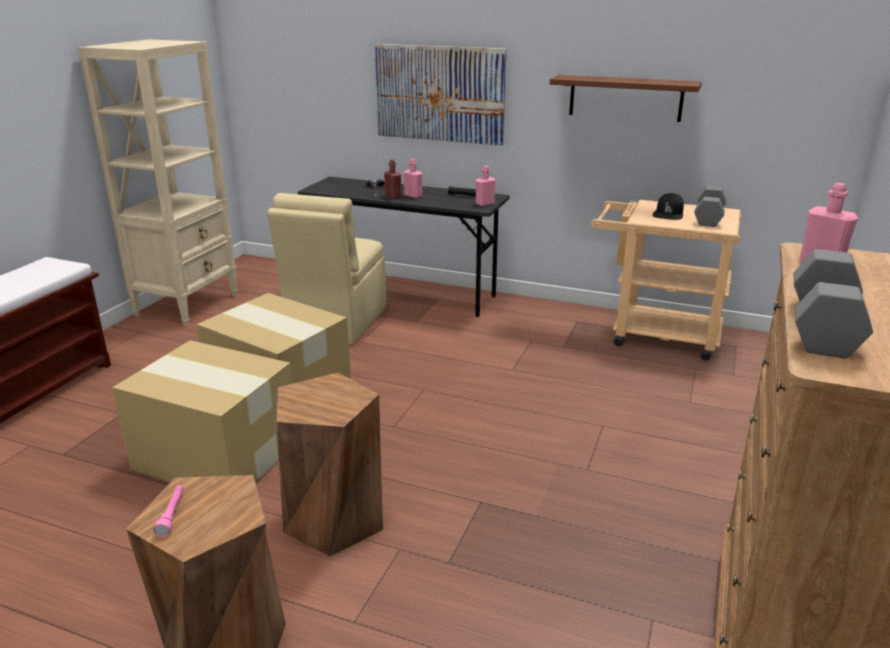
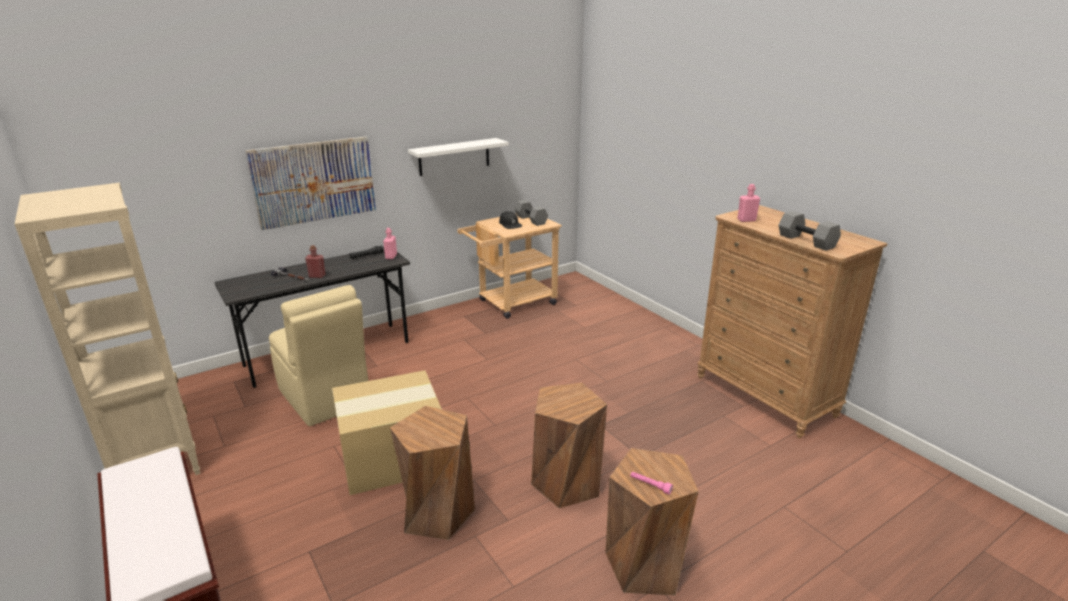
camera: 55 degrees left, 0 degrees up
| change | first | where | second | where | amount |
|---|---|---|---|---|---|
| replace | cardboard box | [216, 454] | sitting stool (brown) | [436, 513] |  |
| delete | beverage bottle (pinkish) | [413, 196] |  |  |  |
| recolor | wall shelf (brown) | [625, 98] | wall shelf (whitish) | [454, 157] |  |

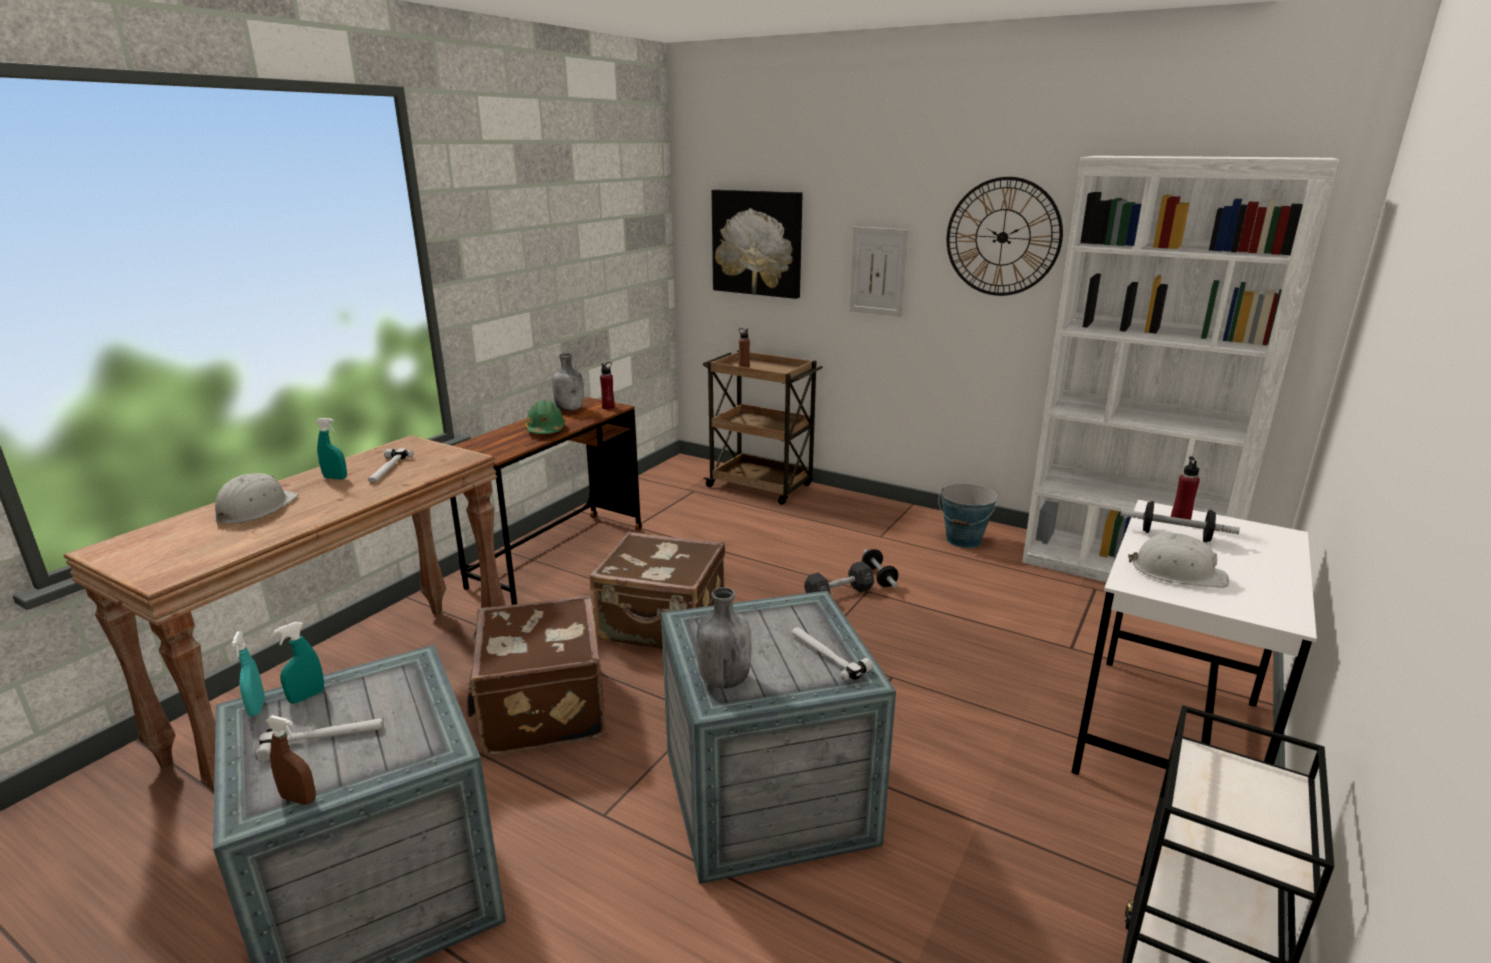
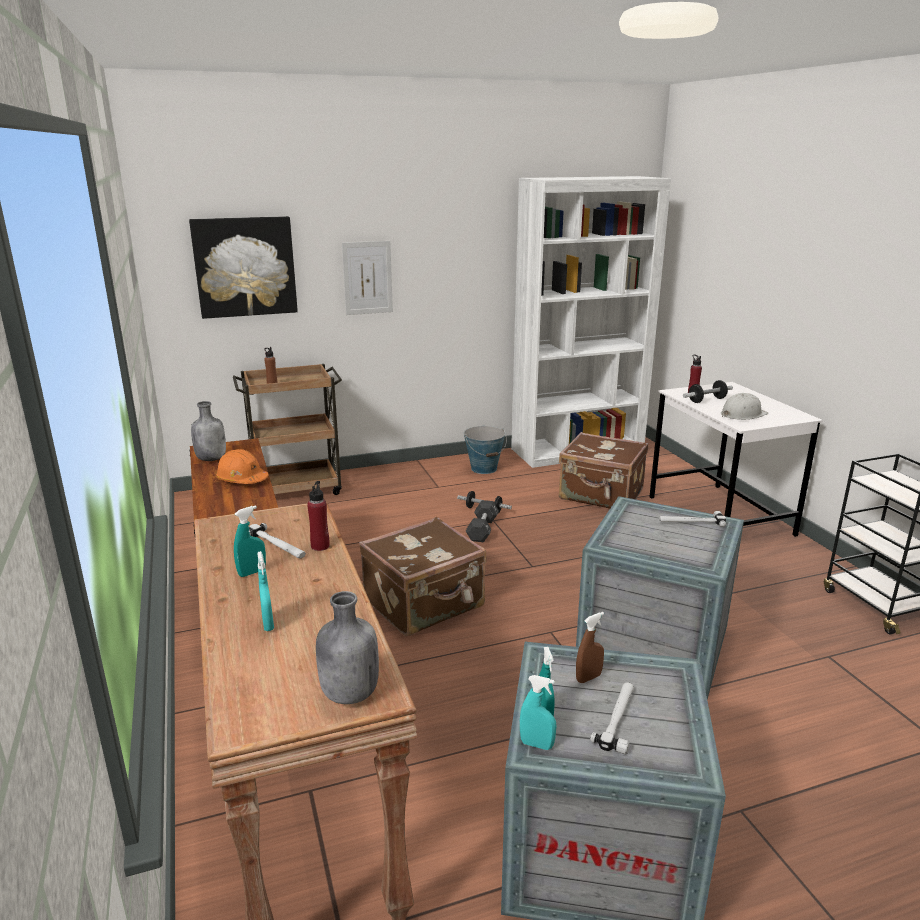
camera: 50 degrees left, 0 degrees up
| change | first | where | second | where | amount |
|---|---|---|---|---|---|
| replace | safety helmet (whitish) | [255, 509] | hand sprayer (turquoise-coloured) | [268, 624] |  |
| move | hand sprayer (brown) | [299, 799] |  | [588, 678] |  |
| move | piece of luggage (brown) | [541, 709] |  | [601, 495] |  |
| recolor | safety helmet (green-coloured) | [545, 430] | safety helmet (orangey) | [241, 479] |  |
| move | beverage bottle (reddish) | [608, 407] |  | [320, 546] |  |
| move | beverage bottle (greyish) | [723, 680] |  | [348, 694] |  |
| delete | hanging clock | [1002, 237] |  |  |  |

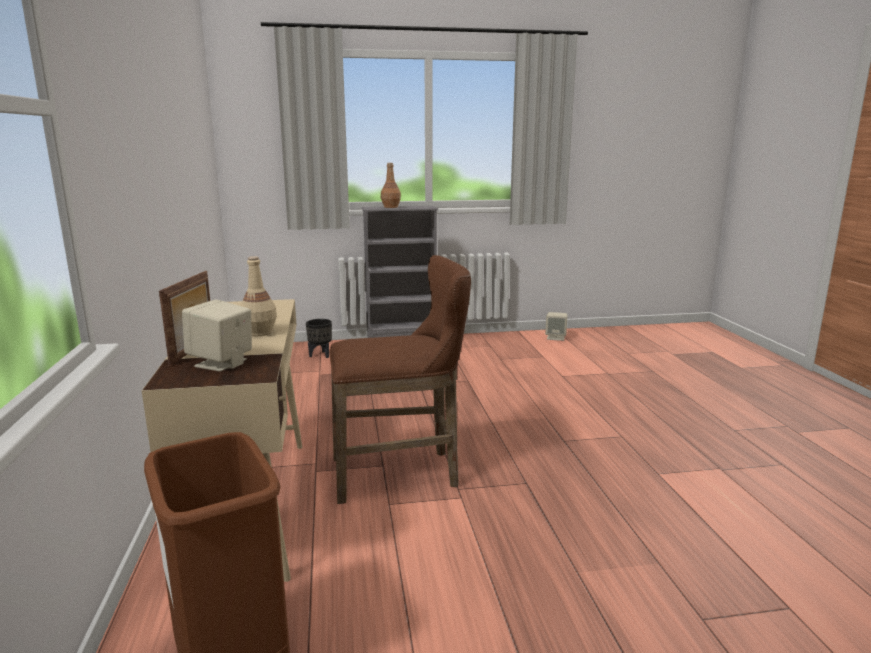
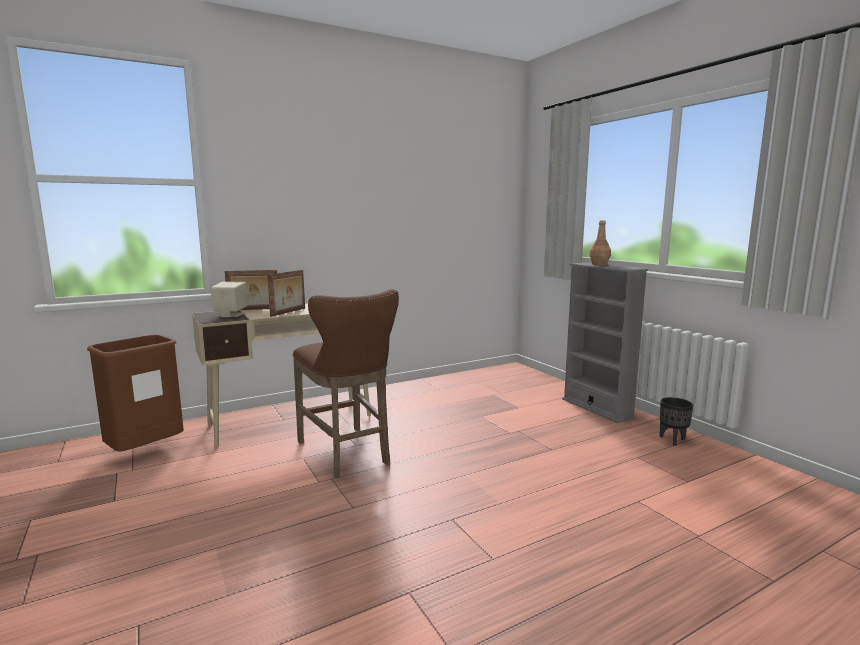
camera: 70 degrees right, 5 degrees down
| change | first | where | second | where | amount |
|---|---|---|---|---|---|
| replace | beverage bottle (beige) | [259, 332] | standing frame | [289, 312] |  |
| move | planter (blackish) | [320, 355] |  | [673, 440] |  |
| delete | speaker (beige) | [556, 337] |  |  |  |

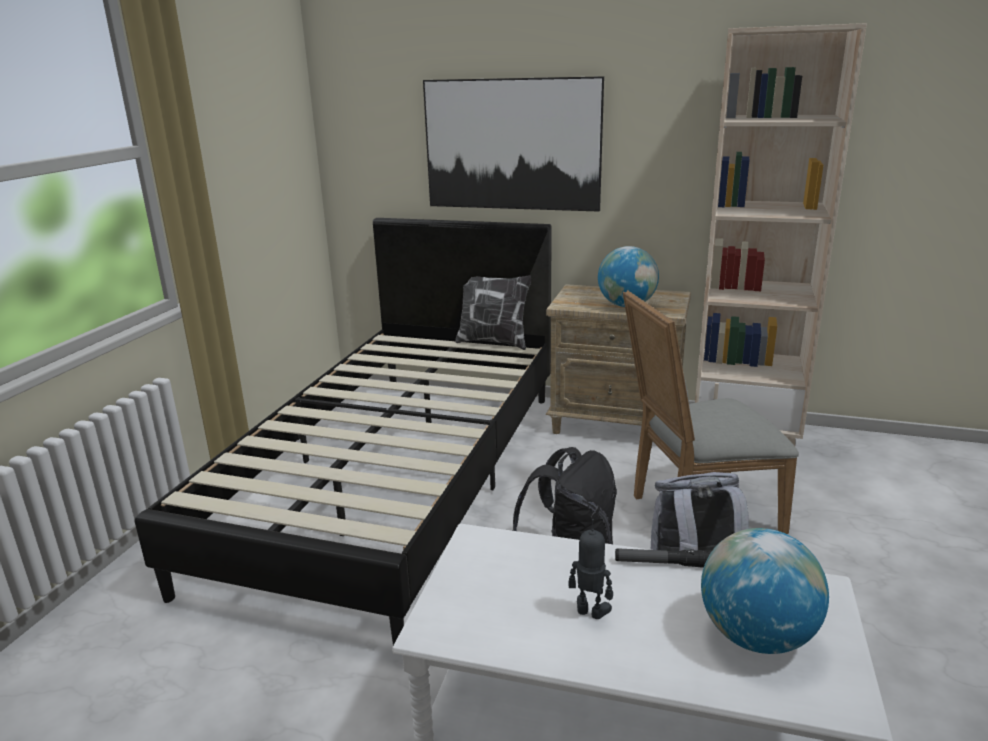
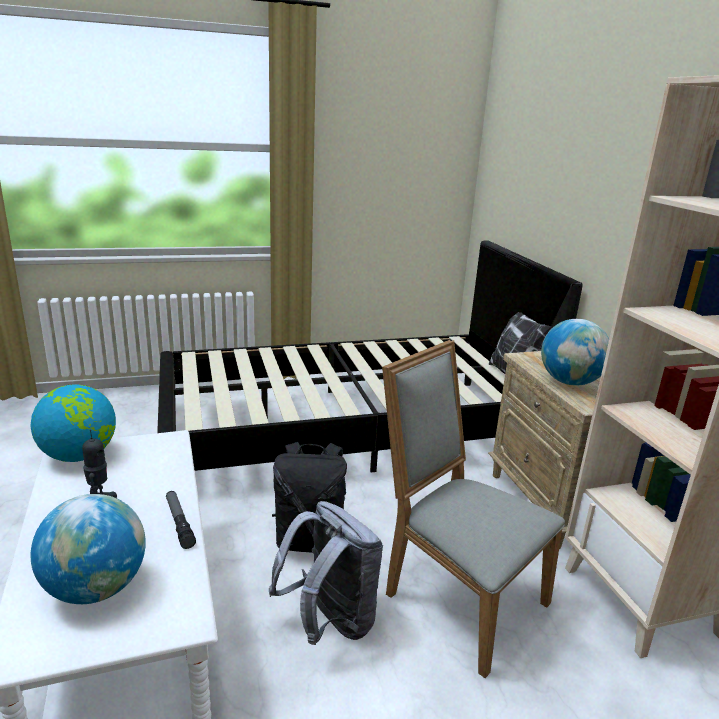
camera: 55 degrees right, 0 degrees up
| change | first | where | second | where | amount |
|---|---|---|---|---|---|
| delete | wall picture | [512, 145] |  |  |  |
| insert |  |  | world globe | [79, 455] |  |

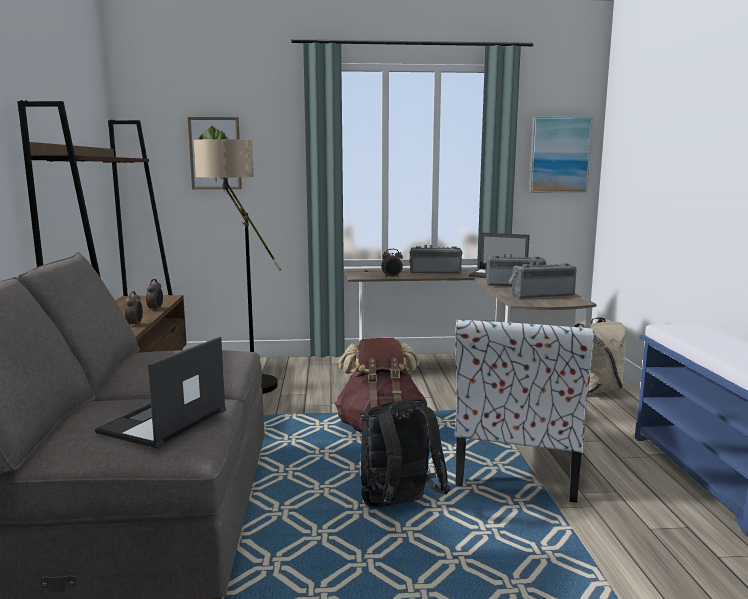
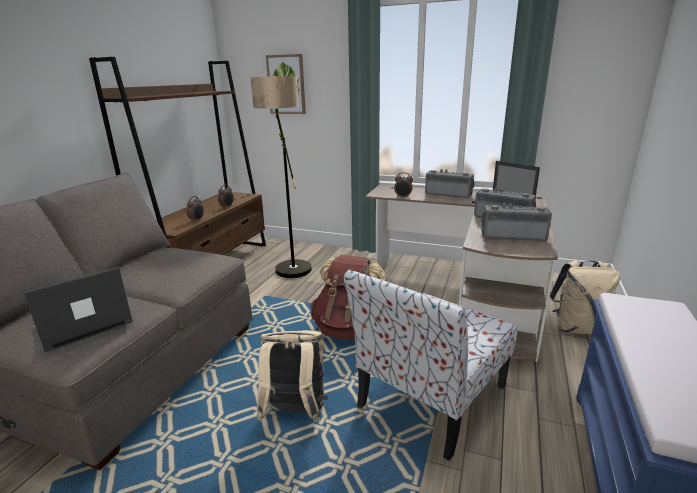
camera: 25 degrees right, 10 degrees up
| change | first | where | second | where | amount |
|---|---|---|---|---|---|
| recolor | rucksack (blackish) | [398, 506] | rucksack (beige) | [295, 413] |  |
| delete | wall picture | [559, 155] |  |  |  |

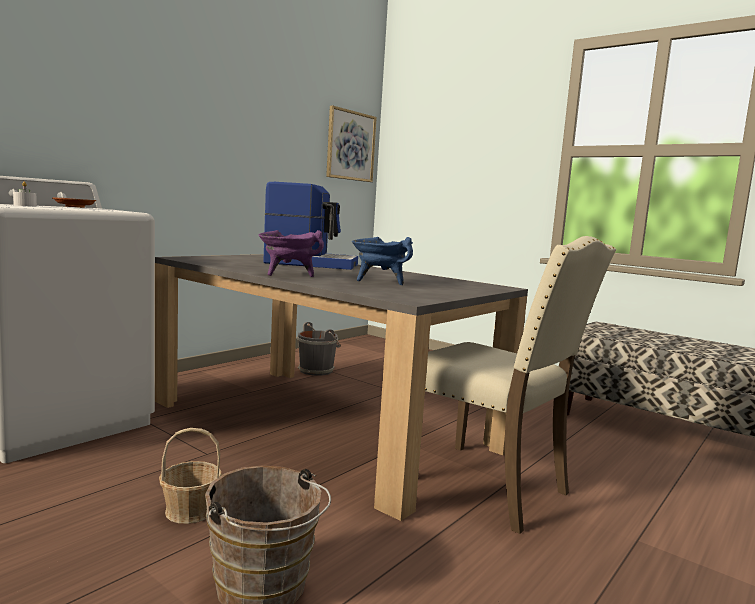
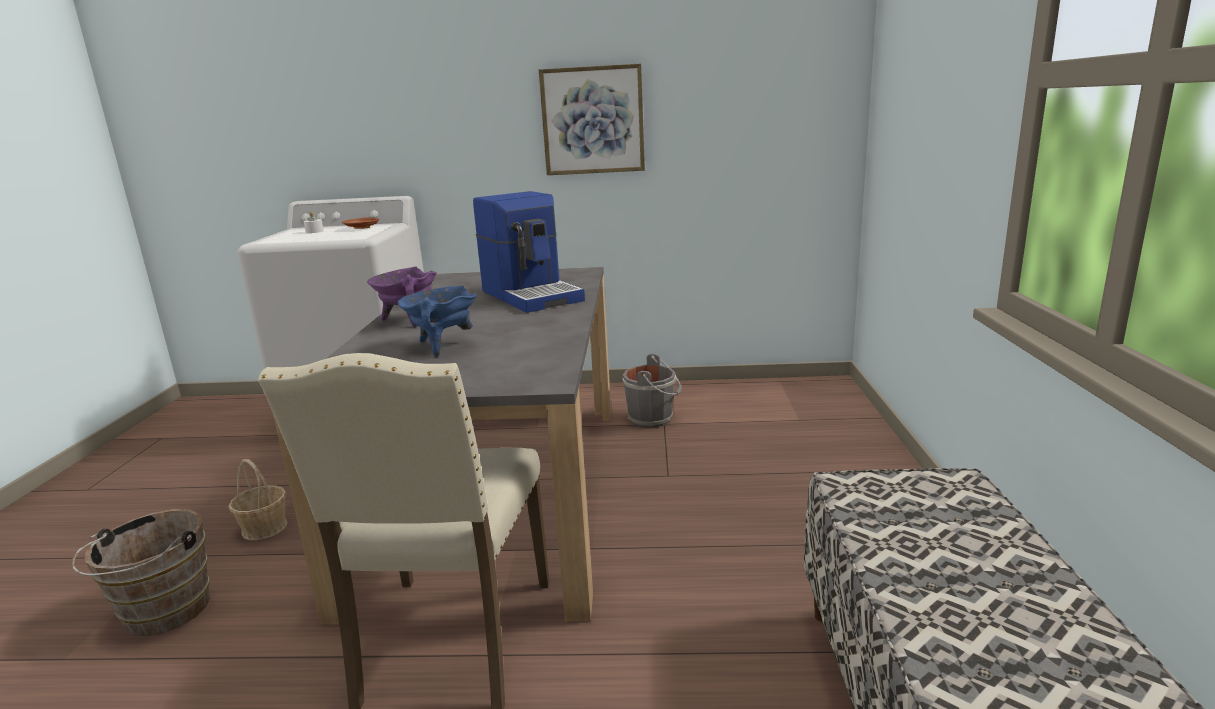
camera: 55 degrees right, 10 degrees up
| change | first | where | second | where | amount |
|---|---|---|---|---|---|
| move | wall picture | [350, 145] |  | [593, 120] |  |

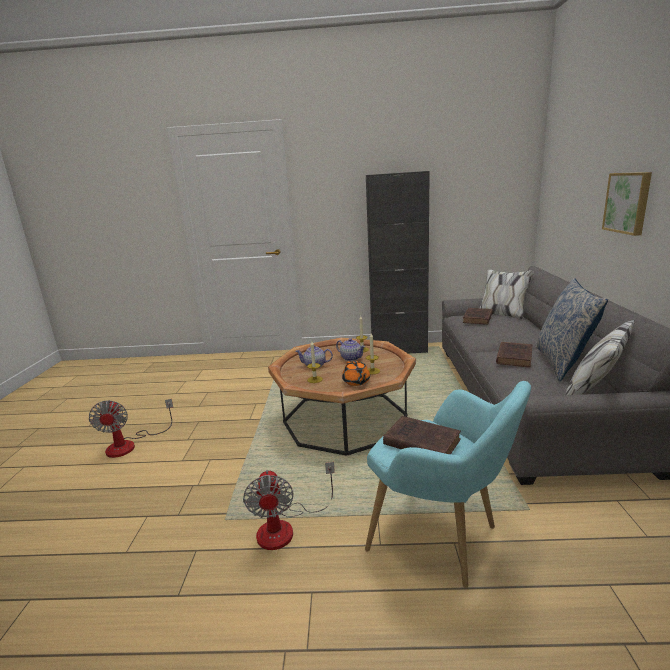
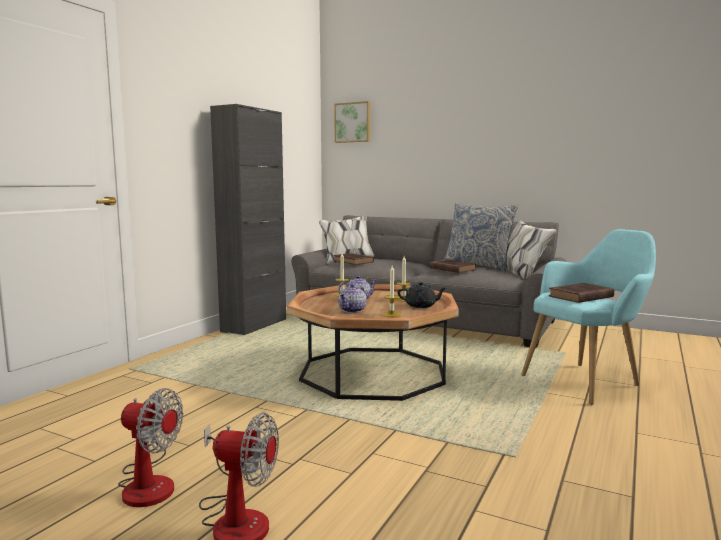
camera: 65 degrees left, 10 degrees down
| change | first | where | second | where | amount |
|---|---|---|---|---|---|
| move | fan | [286, 527] |  | [149, 482] |  |
| recolor | teapot (orangey) | [356, 382] | teapot (blackish) | [421, 306] |  |
| move | wall picture | [628, 202] |  | [353, 122] |  |

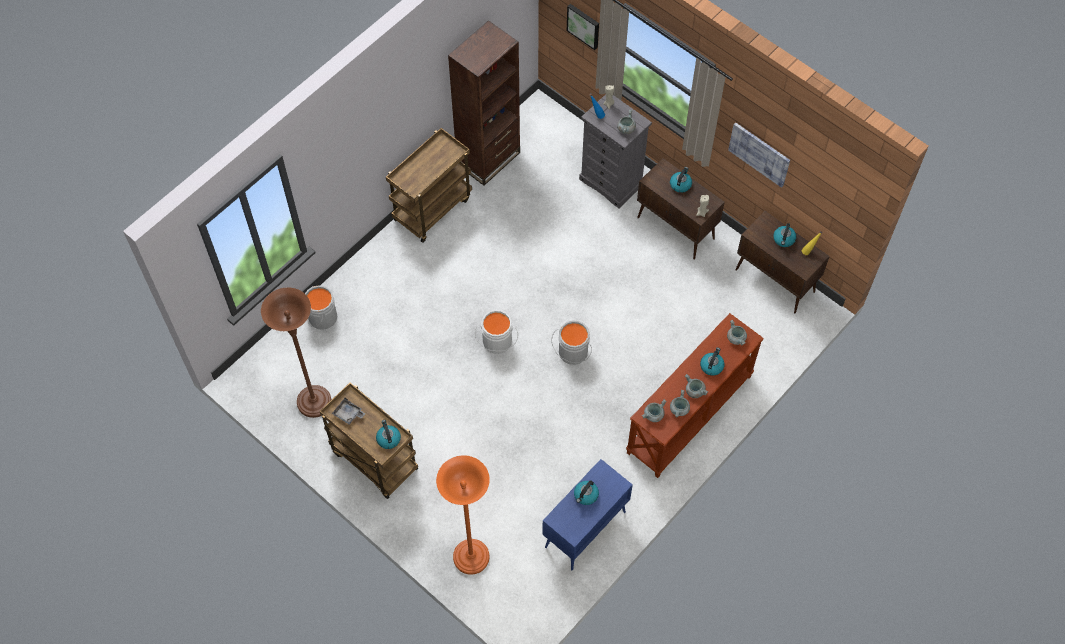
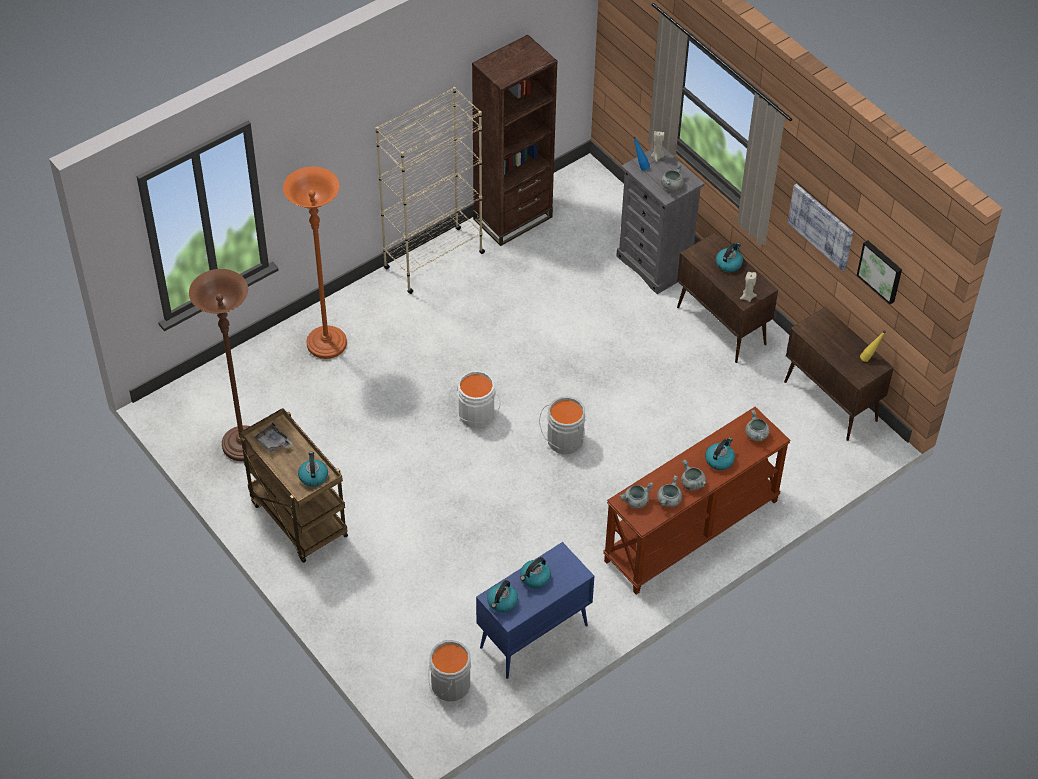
camera: 10 degrees right, 10 degrees down
| change | first | where | second | where | amount |
|---|---|---|---|---|---|
| move | bucket (greyish) | [321, 317] |  | [448, 684] |  |
| replace | wheeled cart (brown) | [432, 208] | shelving unit (beige) | [433, 260] |  |
| move | standard lamp (orangey) | [471, 557] |  | [326, 344] |  |
| move | wall picture | [584, 25] |  | [881, 271] |  |
| move | kettle | [784, 239] |  | [502, 602] |  |

